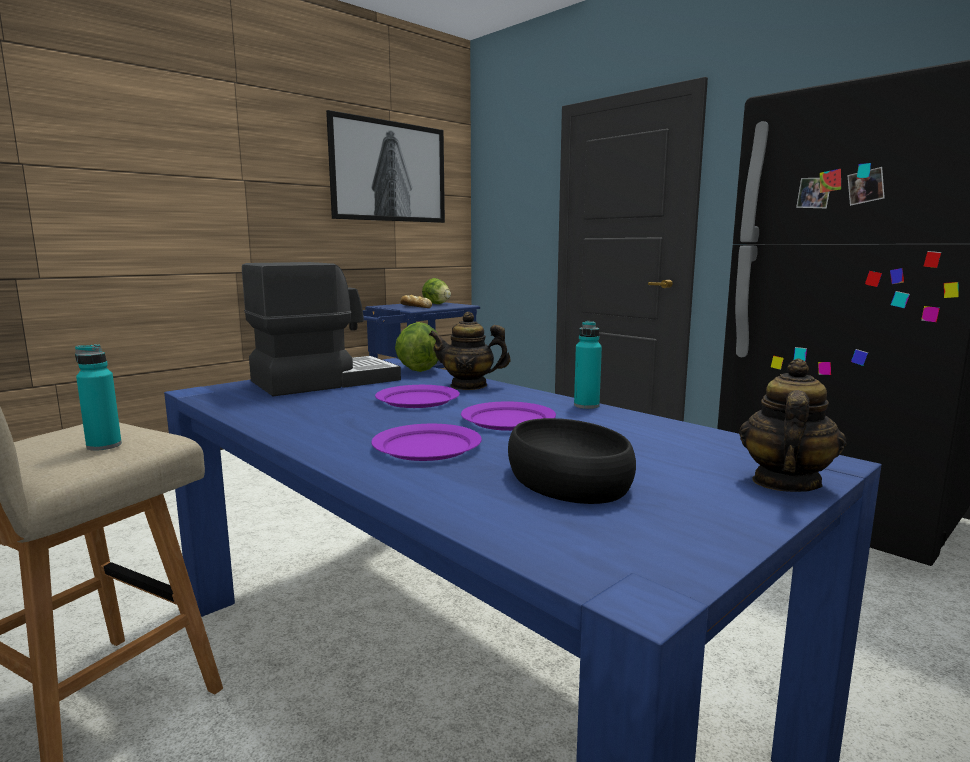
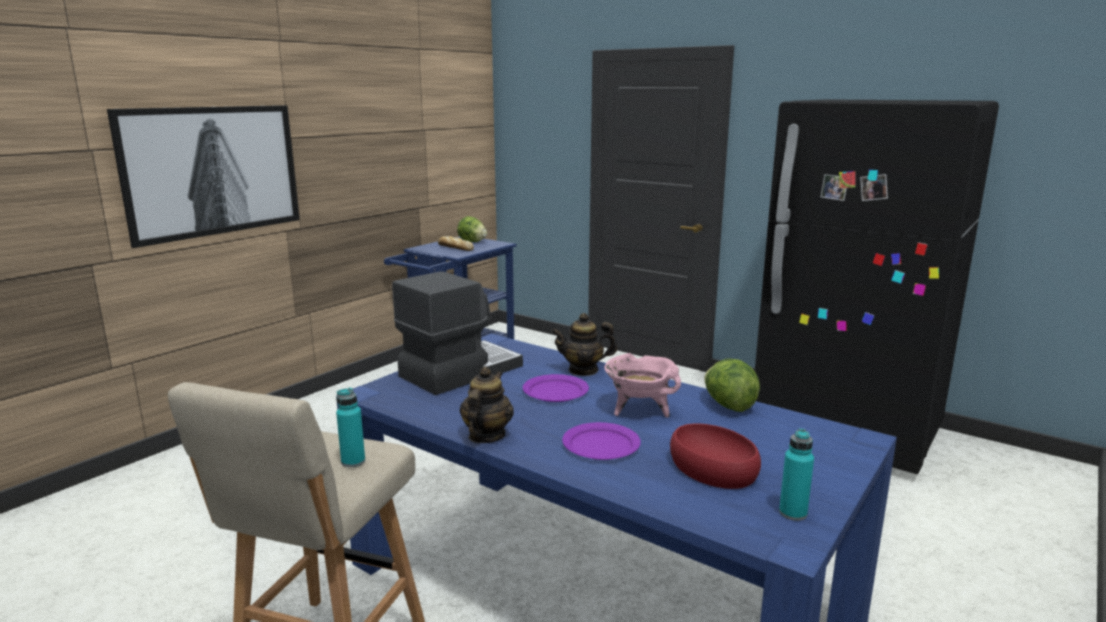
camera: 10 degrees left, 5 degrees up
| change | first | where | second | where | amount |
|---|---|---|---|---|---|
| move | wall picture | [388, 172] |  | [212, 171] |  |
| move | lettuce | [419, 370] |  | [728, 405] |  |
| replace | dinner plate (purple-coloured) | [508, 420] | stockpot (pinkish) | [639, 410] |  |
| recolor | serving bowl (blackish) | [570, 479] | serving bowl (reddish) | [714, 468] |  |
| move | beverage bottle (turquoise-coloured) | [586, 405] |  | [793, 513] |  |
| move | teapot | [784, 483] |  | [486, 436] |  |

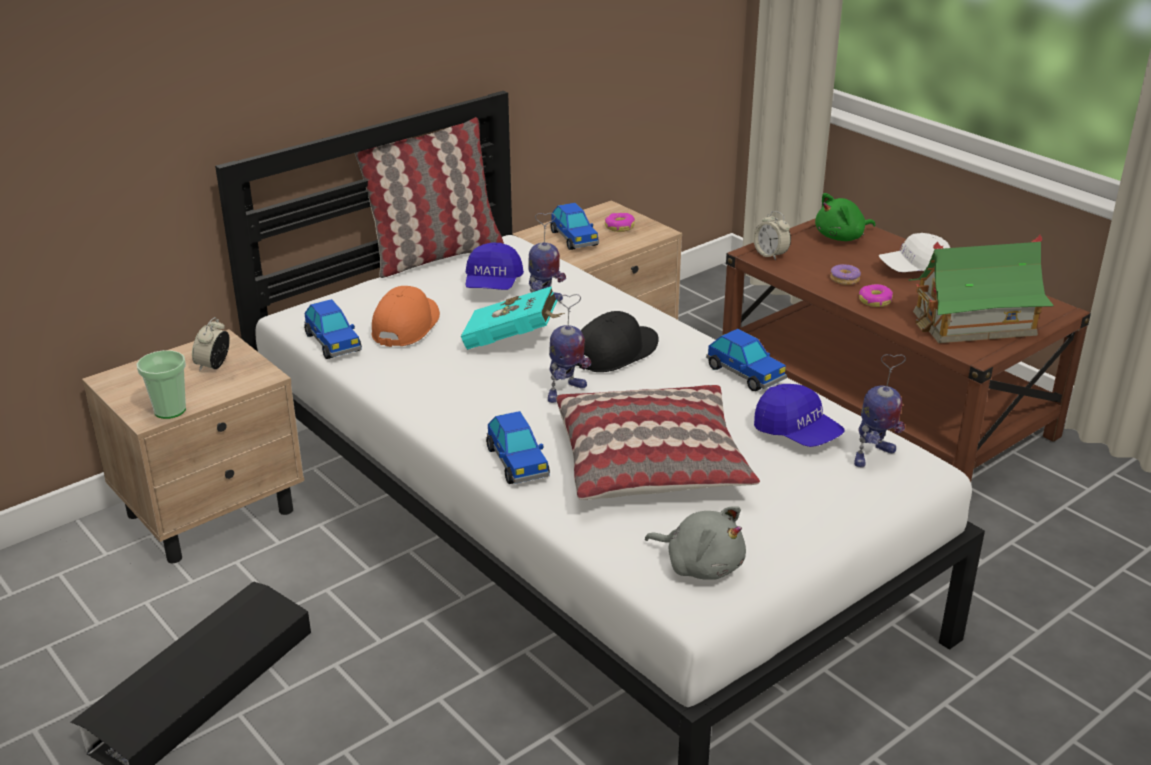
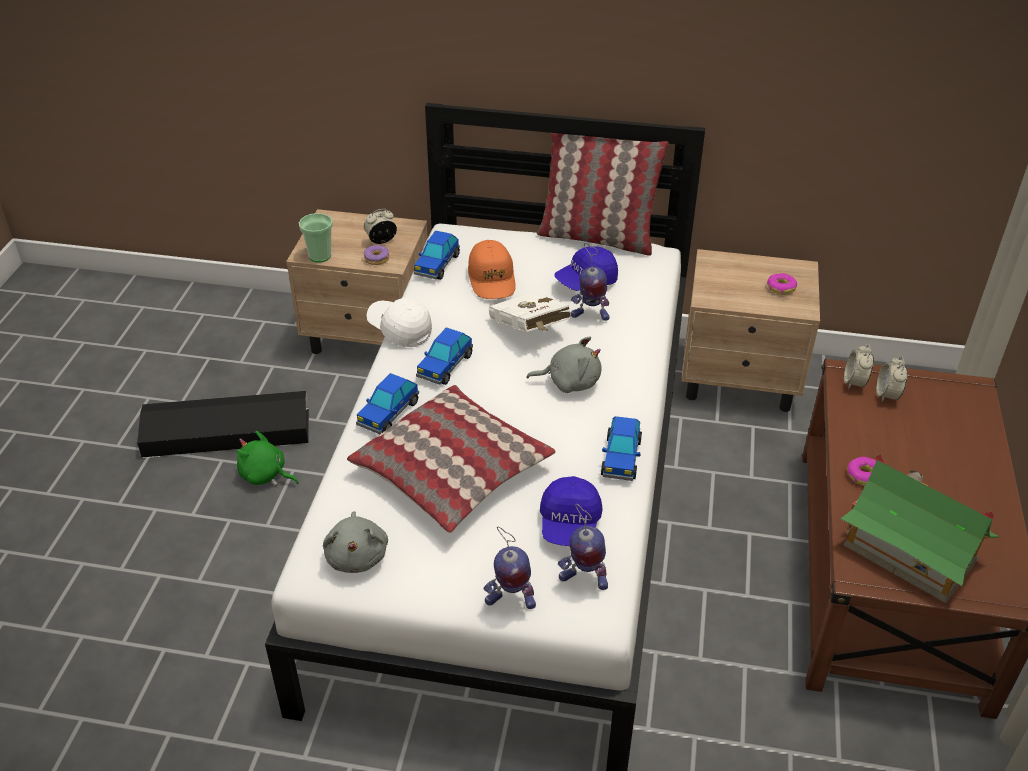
camera: 50 degrees right, 10 degrees up
| change | first | where | second | where | amount |
|---|---|---|---|---|---|
| rotate | cap (orangey) | [406, 326] |  | [492, 279] | 105 degrees clockwise |
| recolor | bound book (turquoise-coloured) | [514, 341] | bound book (whitish) | [529, 331] |  |
| move | robot figure | [565, 392] |  | [510, 601] |  |
| move | miniature car | [574, 239] |  | [445, 366] |  |
| replace | cap (blackish) | [615, 352] | plush toy (greyish) | [570, 382] |  |
| move | plush toy (green-coloured) | [842, 237] |  | [265, 475] |  |
| move | doughnut | [845, 280] |  | [377, 259] |  |
| move | cap (whitish) | [914, 270] |  | [399, 329] |  |
| insert |  |  | alarm clock | [887, 395] |  |

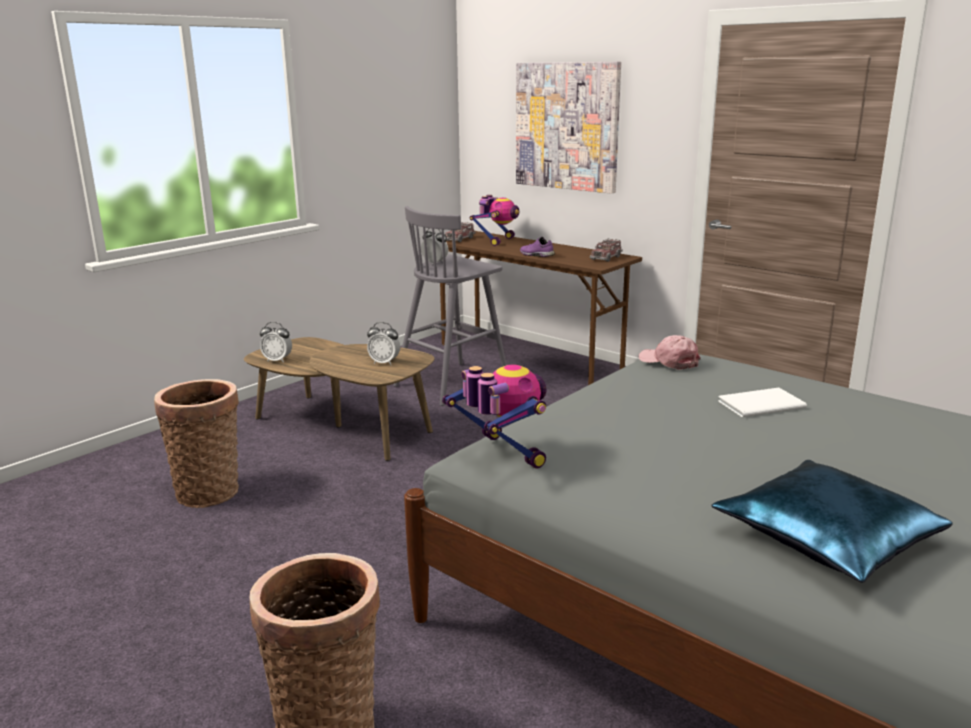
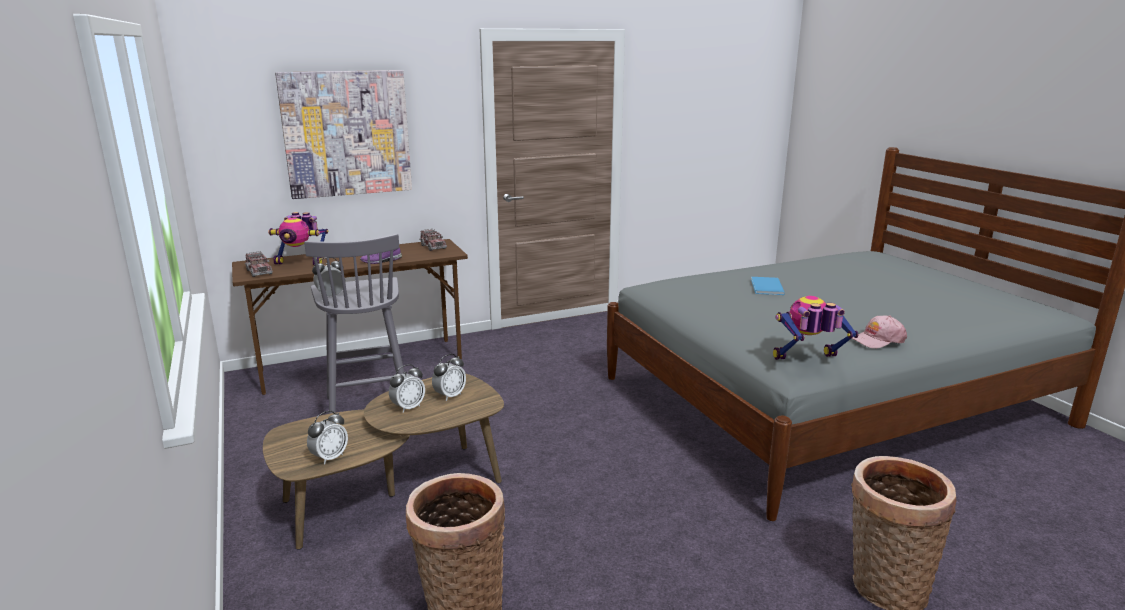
camera: 65 degrees left, 0 degrees up
| change | first | where | second | where | amount |
|---|---|---|---|---|---|
| rotate | robot figure | [497, 241] |  | [301, 262] | 135 degrees clockwise |
| move | cap (pinkish) | [669, 361] |  | [878, 340] |  |
| delete | pillow (blue) | [826, 537] |  |  |  |
| recolor | bound book (whitish) | [758, 404] | bound book (blue) | [766, 287] |  |
| insert |  |  | alarm clock | [408, 407] |  |

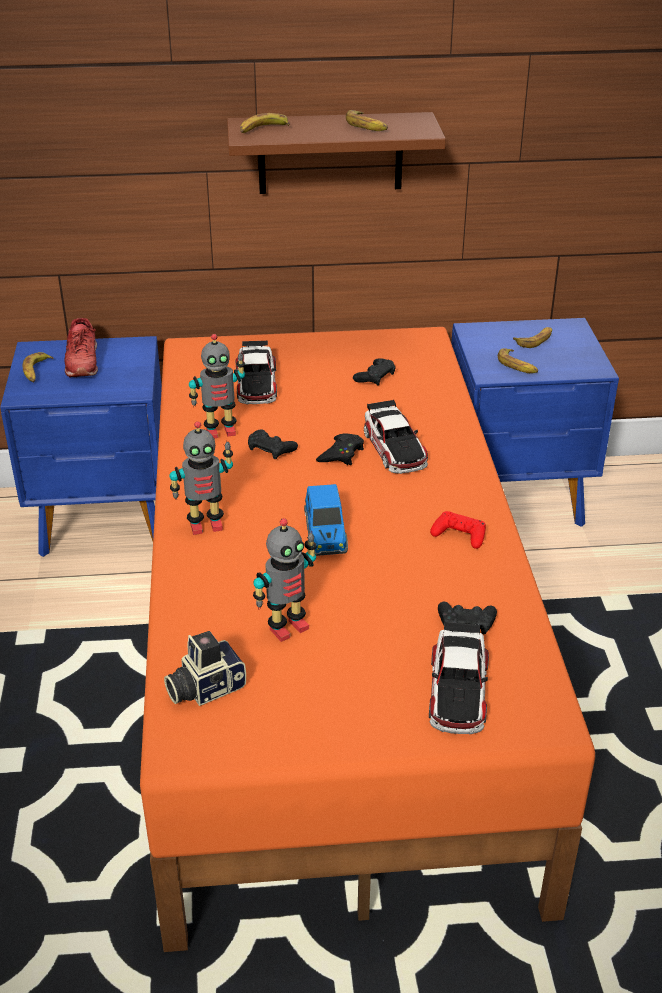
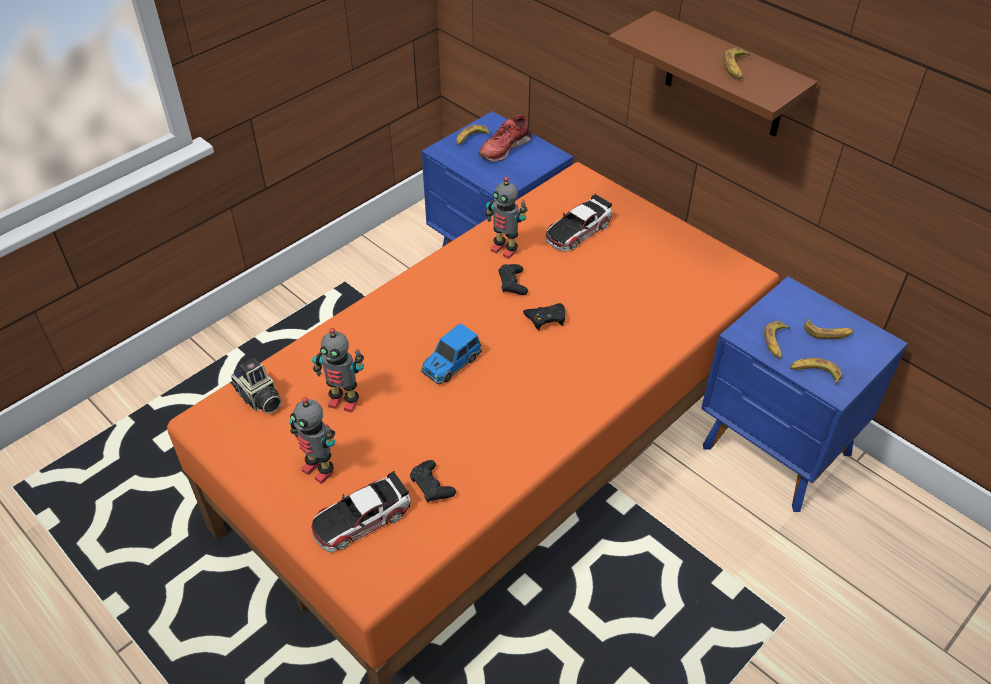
camera: 50 degrees right, 10 degrees up
| change | first | where | second | where | amount |
|---|---|---|---|---|---|
| rotate | still camera | [205, 687] |  | [259, 399] | 150 degrees counterclockwise |
| move | robot figure | [205, 525] |  | [319, 469] |  |
| move | banana fruit | [263, 129] |  | [814, 373] |  |
| delete | gamepad (blackish) | [375, 377] |  |  |  |
| delete | miniature car | [394, 447] |  |  |  |
| delete | gamepad (reddish) | [459, 535] |  |  |  |

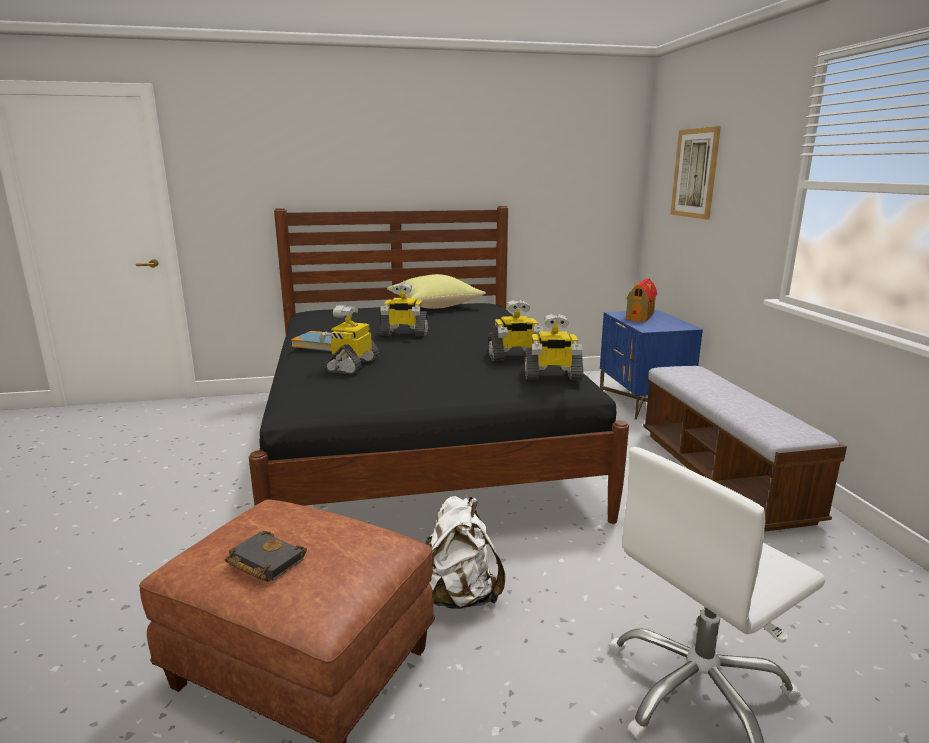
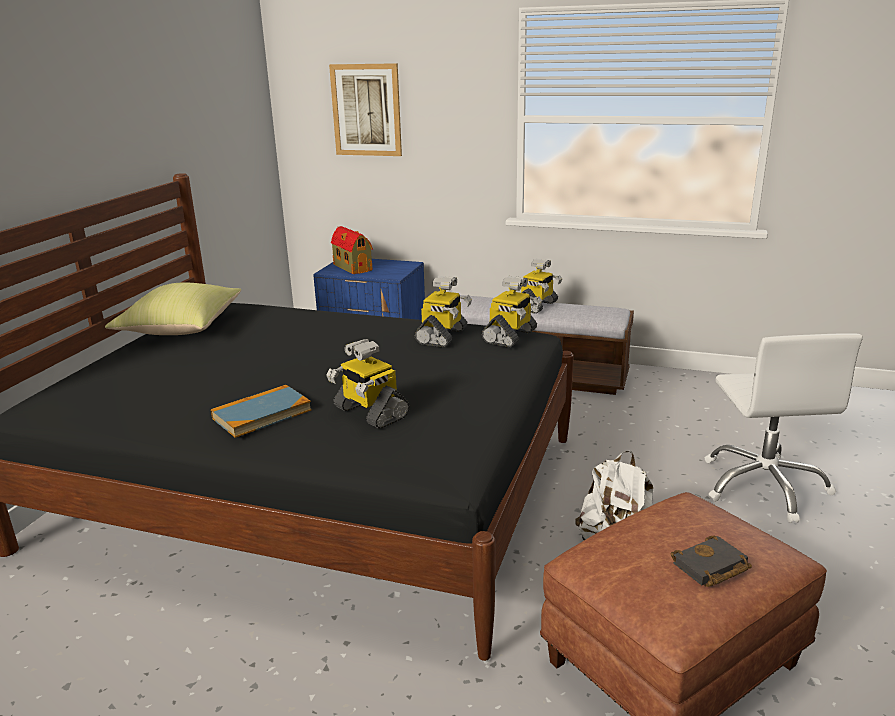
camera: 60 degrees left, 5 degrees up
| change | first | where | second | where | amount |
|---|---|---|---|---|---|
| move | robot figure | [404, 334] |  | [537, 306] |  |

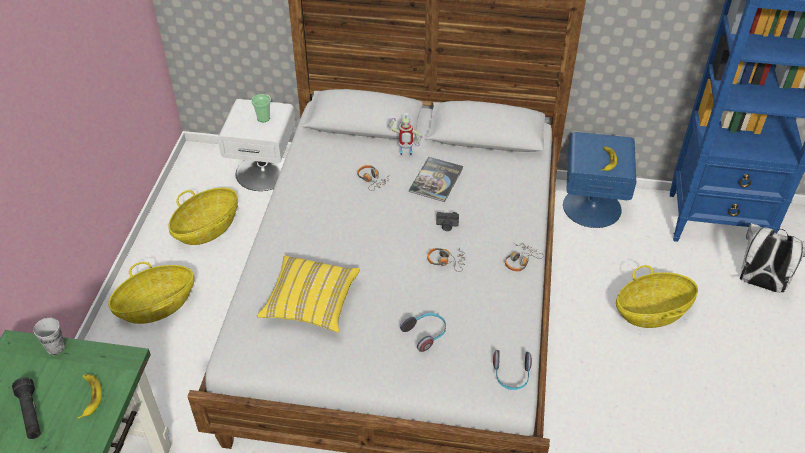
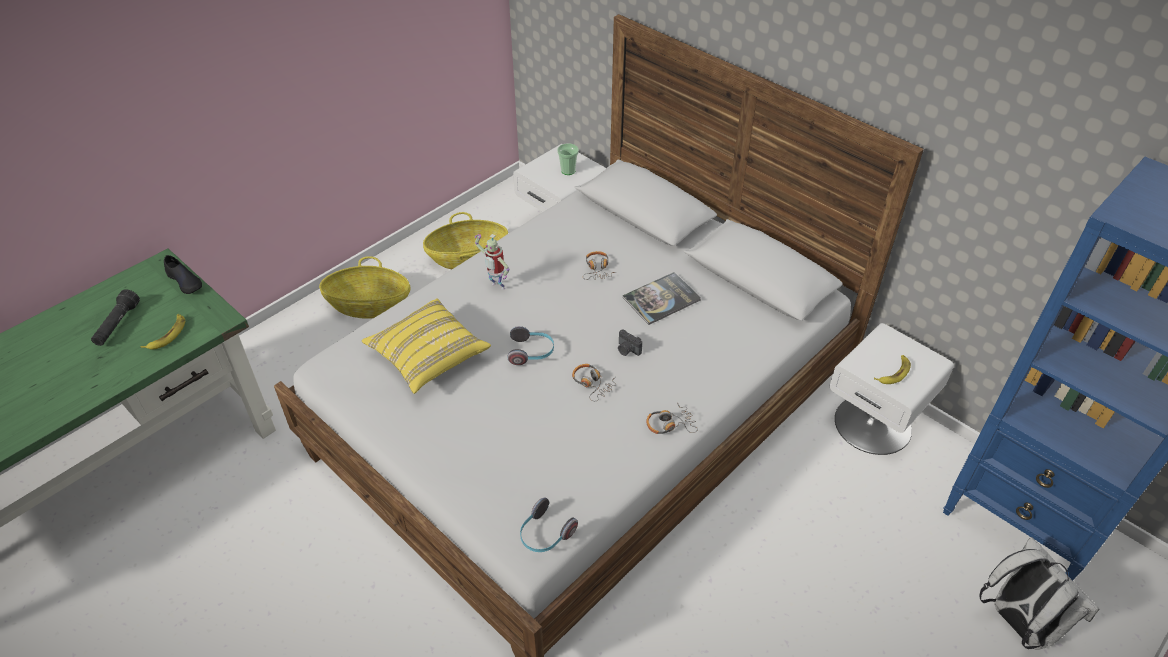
camera: 35 degrees right, 0 degrees up
| change | first | where | second | where | amount |
|---|---|---|---|---|---|
| replace | small cup | [56, 347] | low shoe (blackish) | [185, 281] |  |
| move | robot figure | [405, 157] |  | [496, 287] |  |
| move | headphones | [426, 334] |  | [531, 352] |  |
| recolor | night table (blue) | [592, 206] | night table (whitish) | [873, 423] |  |
| delete | household basket | [652, 312] |  |  |  |

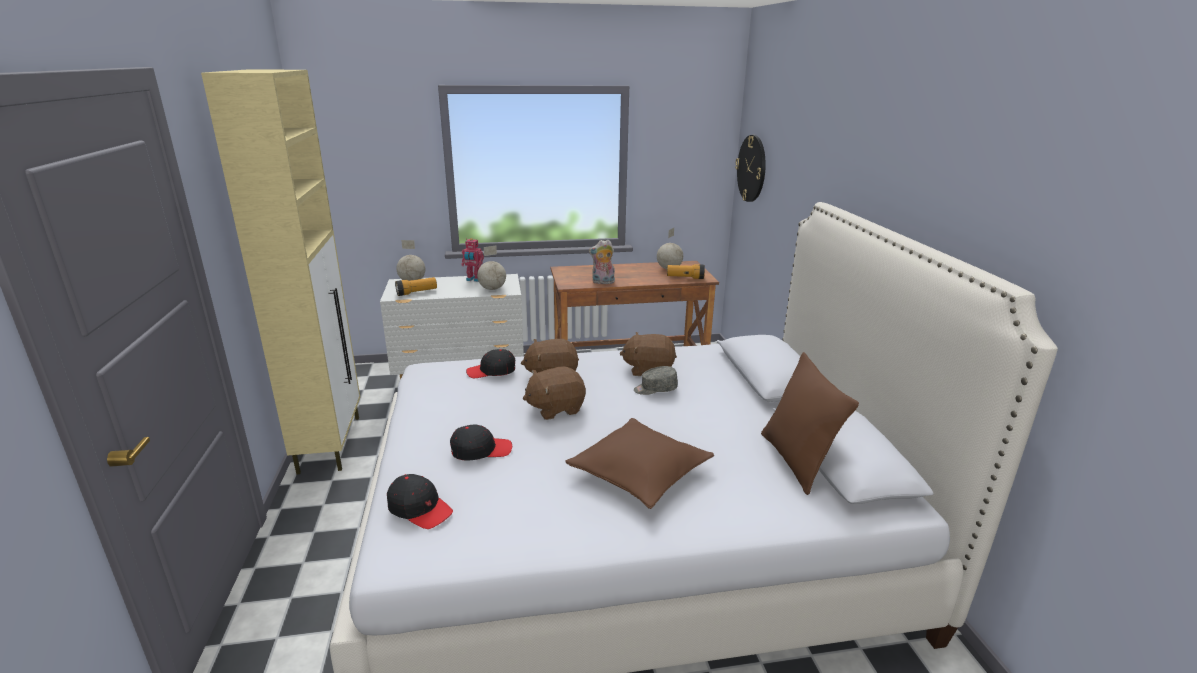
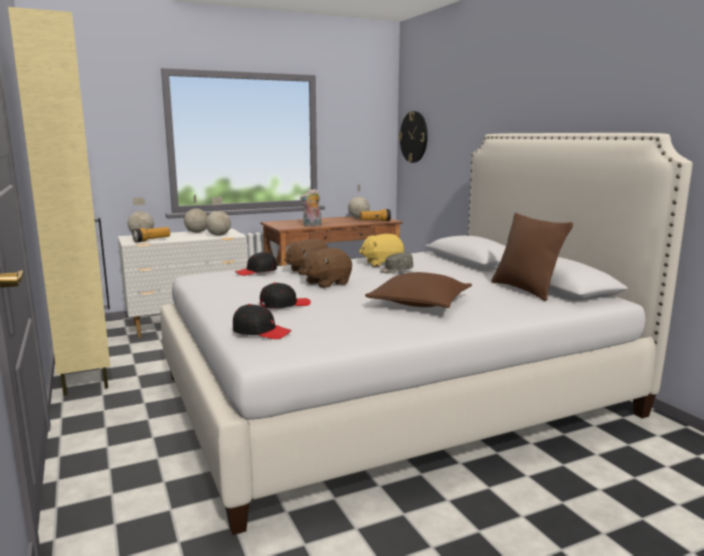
camera: 15 degrees left, 10 degrees down
| change | first | where | second | where | amount |
|---|---|---|---|---|---|
| replace | robot figure | [473, 279] | world globe | [197, 232] |  |
| recolor | plush toy (brown) | [648, 369] | plush toy (yellow) | [382, 264] |  |

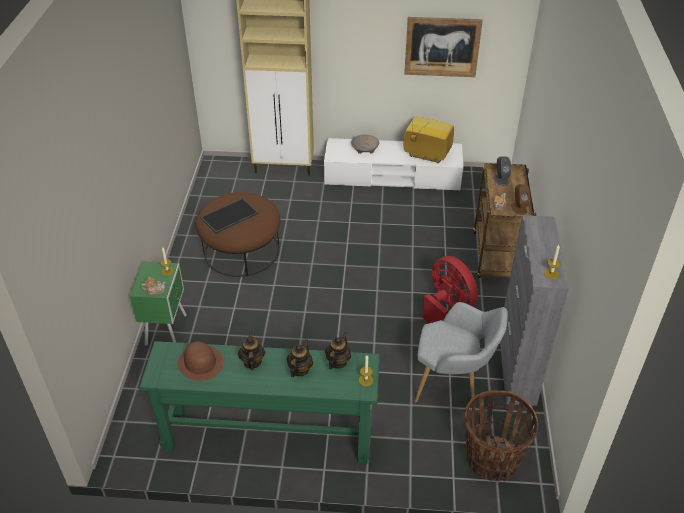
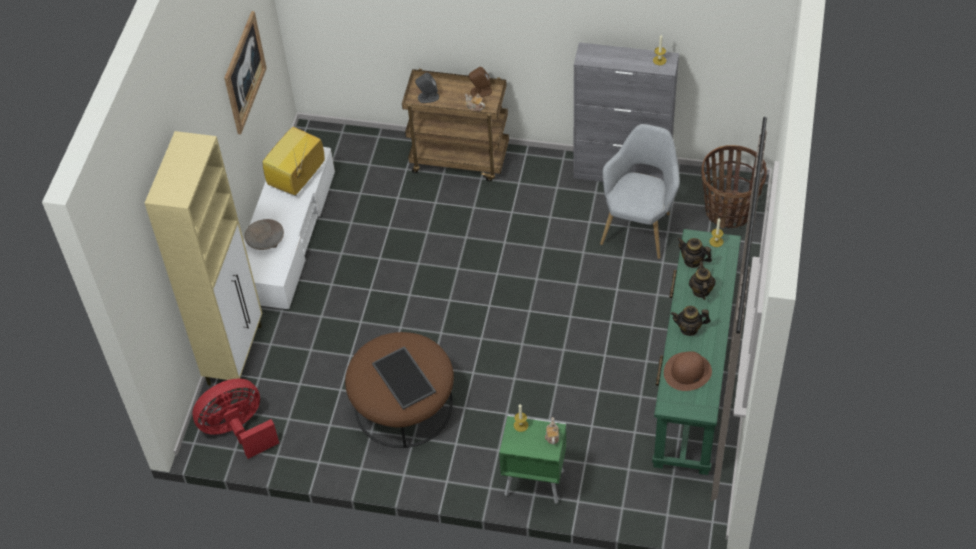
camera: 80 degrees left, 10 degrees up
| change | first | where | second | where | amount |
|---|---|---|---|---|---|
| rotate | teapot | [299, 370] |  | [701, 291] | 60 degrees clockwise |
| move | fan (reddish) | [447, 308] |  | [238, 431] |  |

